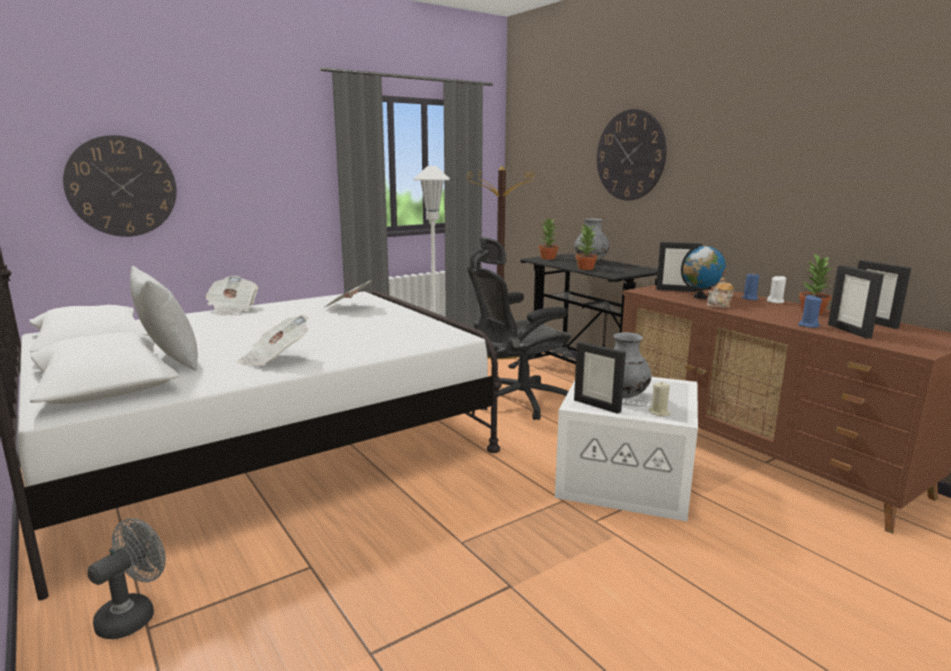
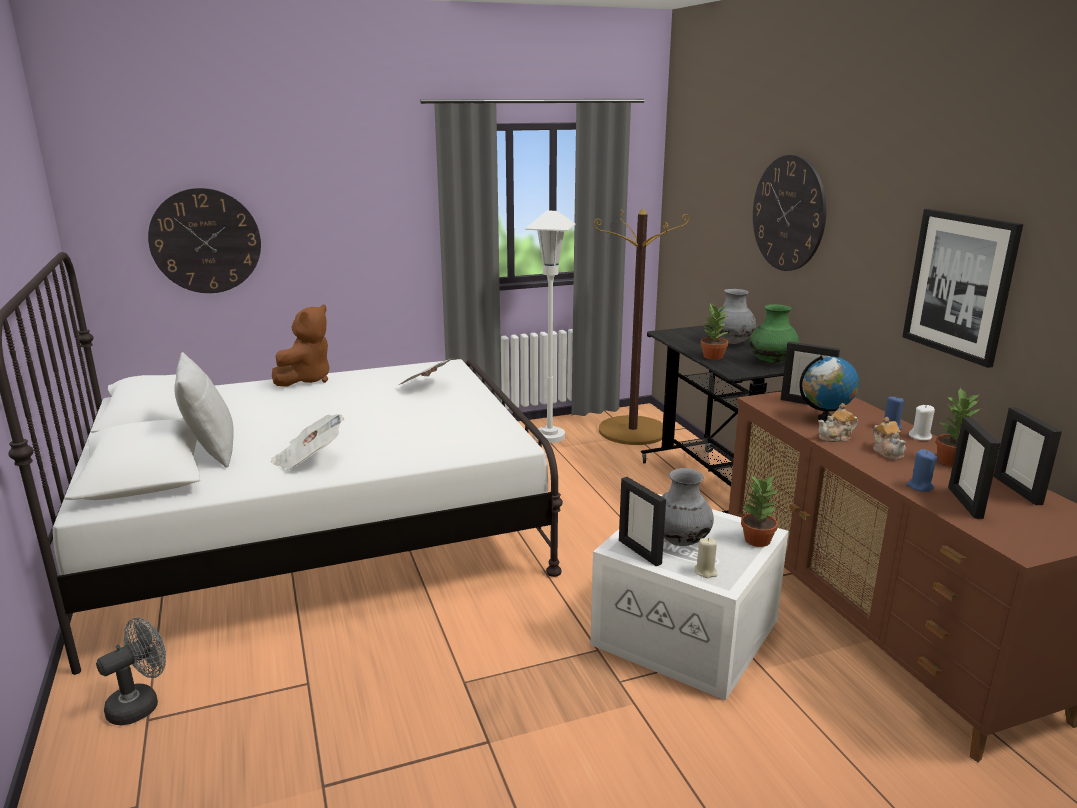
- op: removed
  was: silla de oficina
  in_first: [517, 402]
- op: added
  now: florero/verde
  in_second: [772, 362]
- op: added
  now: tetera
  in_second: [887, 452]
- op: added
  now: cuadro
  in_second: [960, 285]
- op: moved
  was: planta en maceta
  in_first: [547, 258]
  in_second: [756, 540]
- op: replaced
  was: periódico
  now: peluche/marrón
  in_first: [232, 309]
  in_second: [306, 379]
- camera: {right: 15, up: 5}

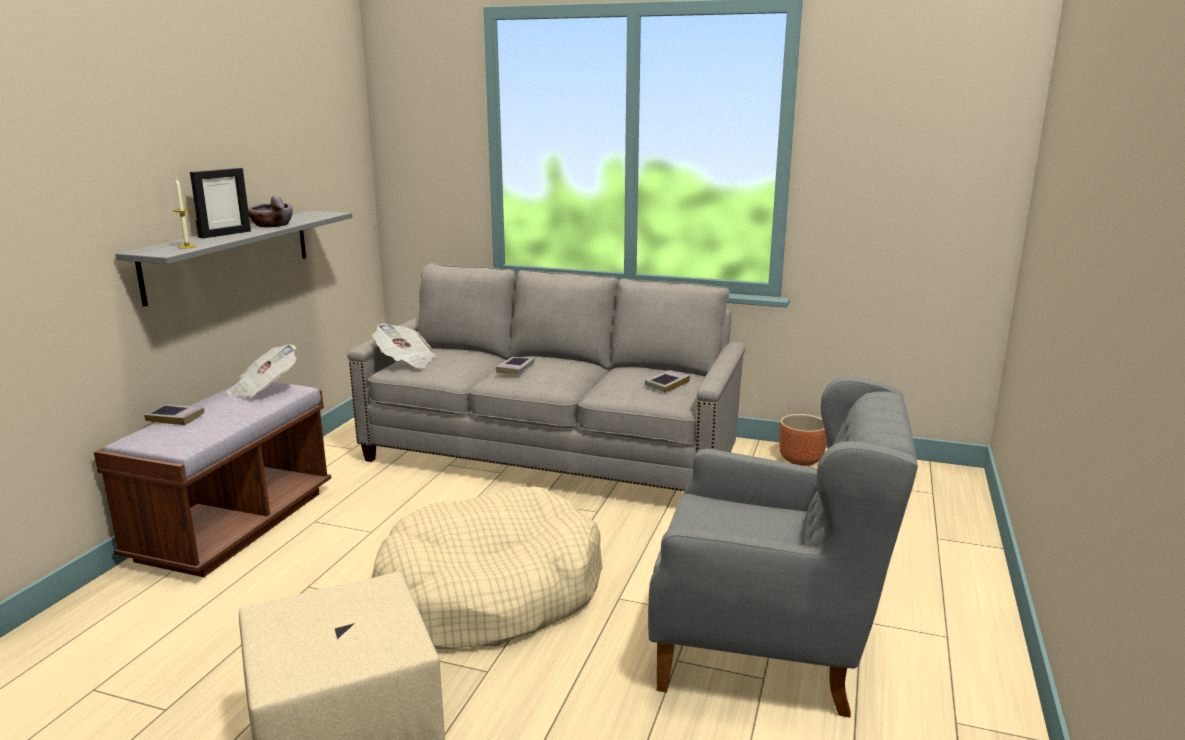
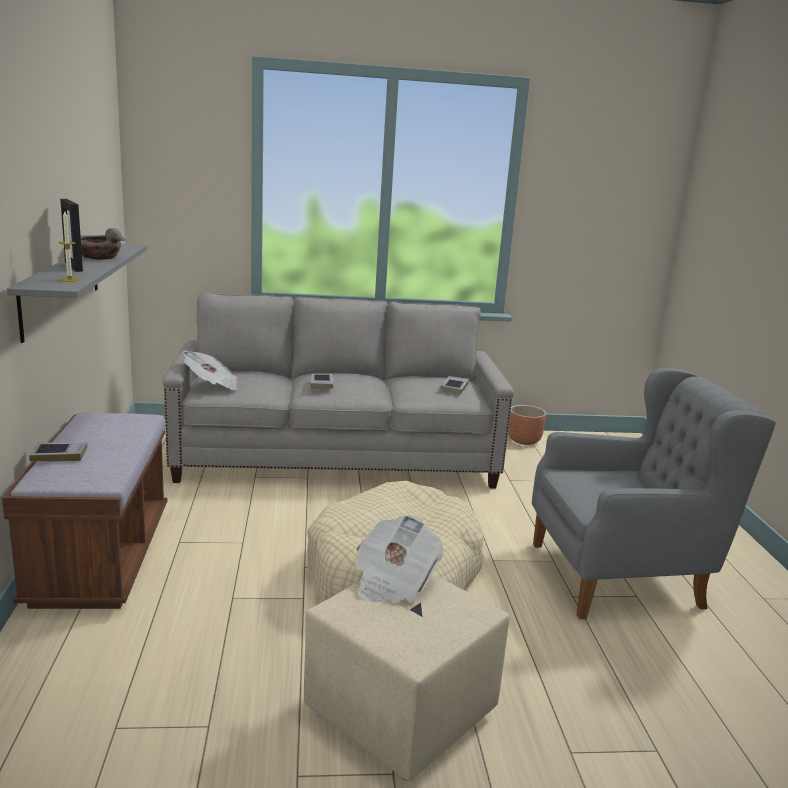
- op: moved
  was: periódico
  in_first: [264, 389]
  in_second: [393, 581]
- op: turned
  was: portarretratos
  in_first: [225, 234]
  in_second: [75, 267]
  clockwise: 135
- camera: {right: -25, up: 0}

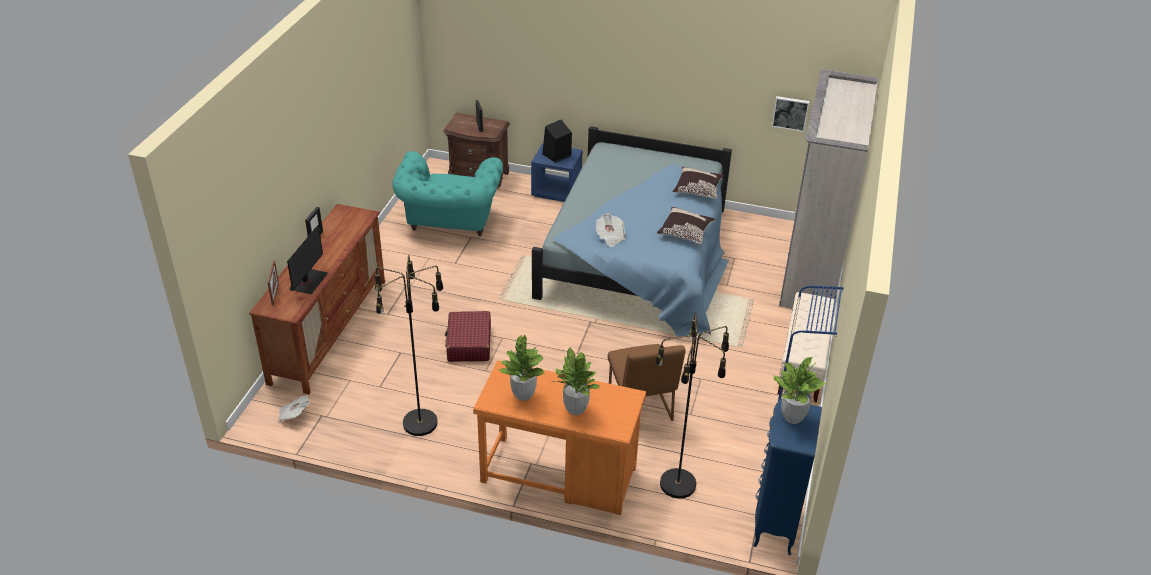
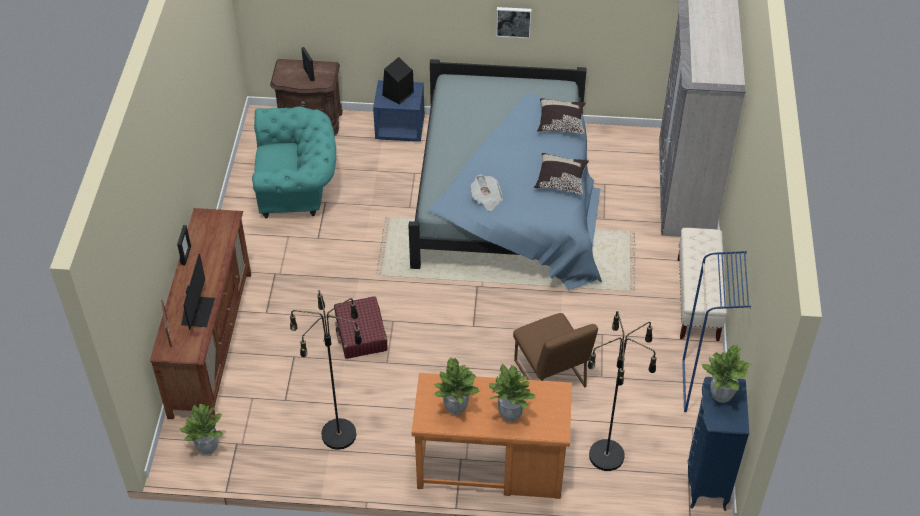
- op: moved
  was: cuadro
  in_first: [790, 113]
  in_second: [513, 21]
- op: replaced
  was: periódico
  now: planta en maceta
  in_first: [294, 414]
  in_second: [208, 447]
- op: turned
  was: sillón/turquesa
  in_first: [449, 224]
  in_second: [297, 190]
  clockwise: -90
- camera: {right: -10, up: 10}

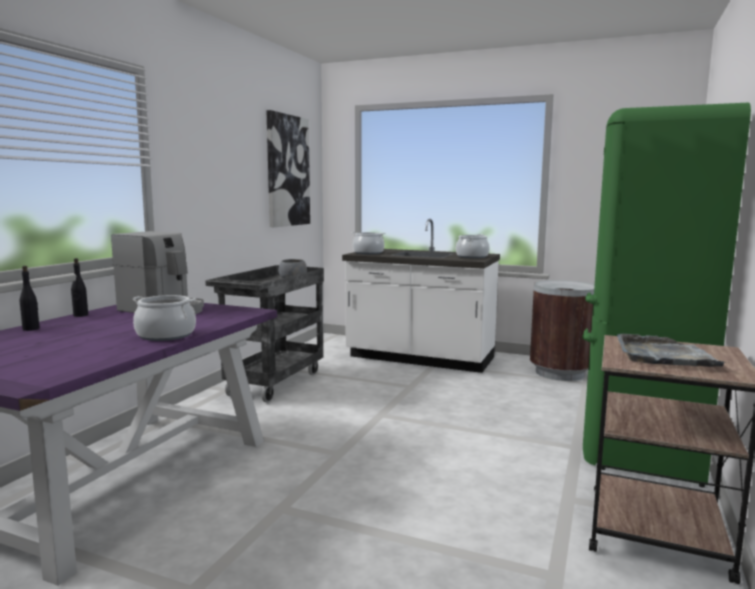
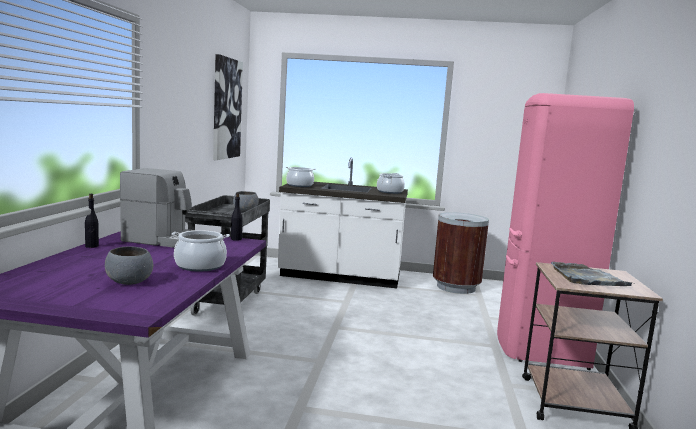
- op: added
  now: cuenco/gris
  in_second: [129, 282]
- op: moved
  was: botella/negro
  in_first: [31, 329]
  in_second: [236, 239]
- op: recoloured
  was: nevera/verde
  now: nevera/rosa
  in_first: [638, 453]
  in_second: [538, 348]
- camera: {right: -15, up: 0}

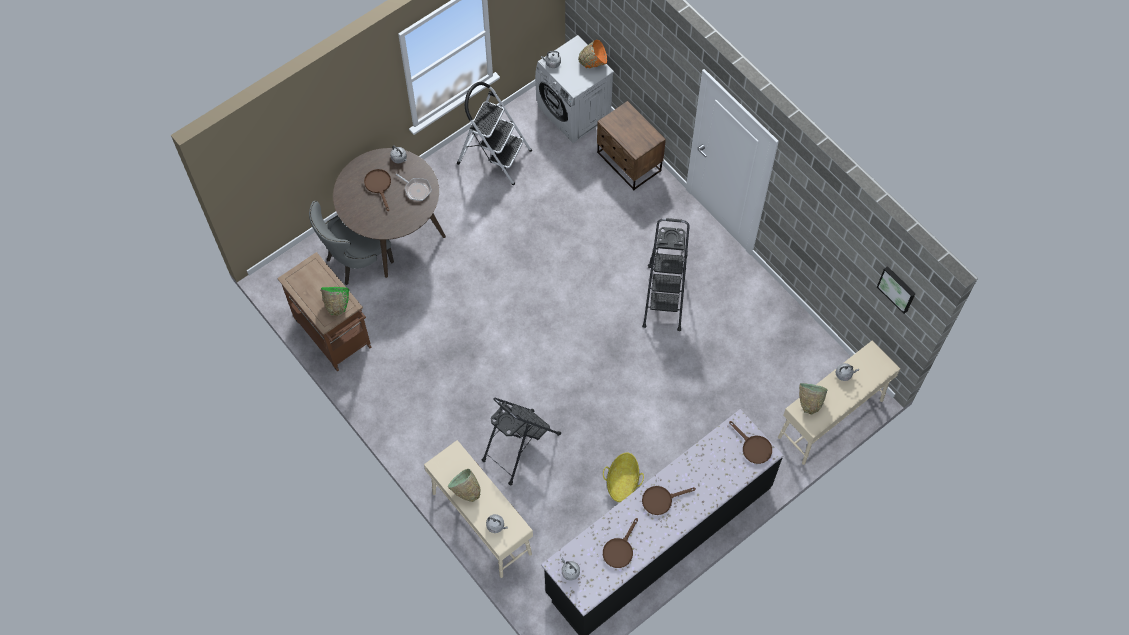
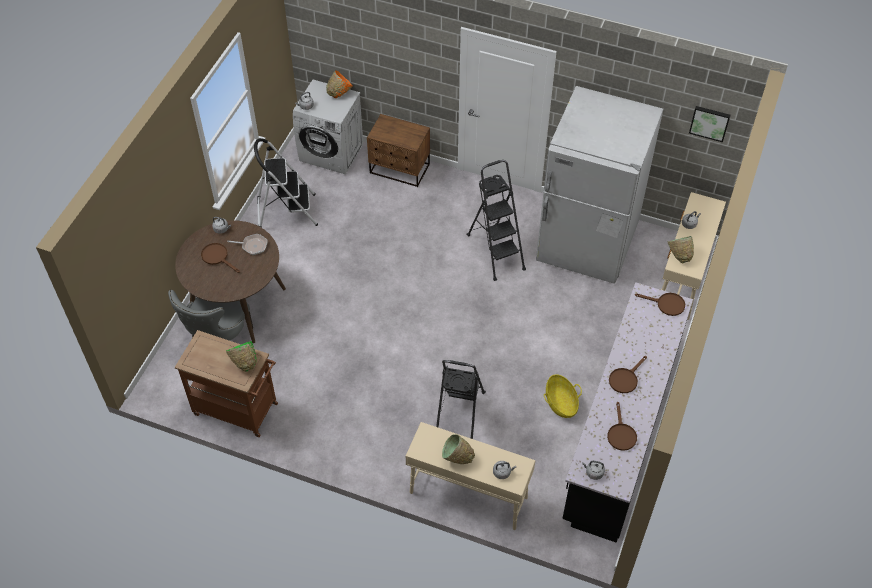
- op: added
  now: nevera/blanco
  in_second: [587, 242]
- camera: {right: -30, up: -10}

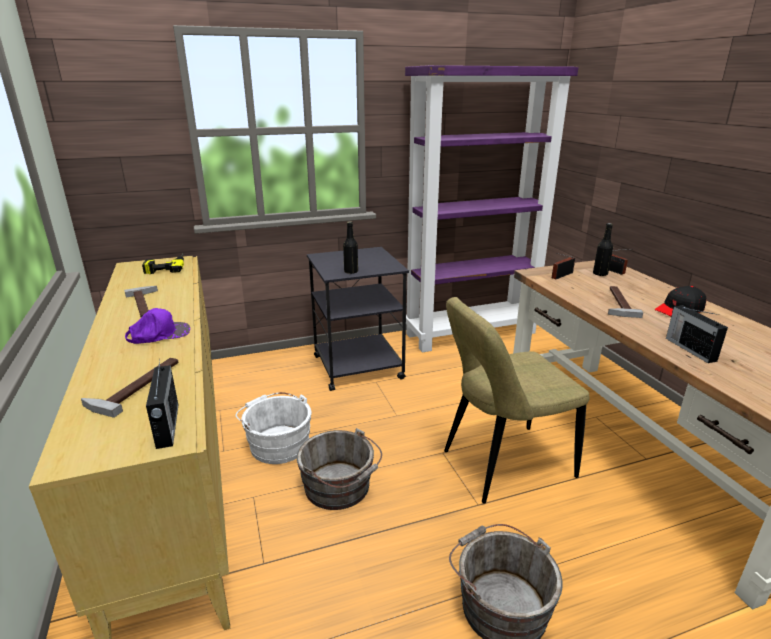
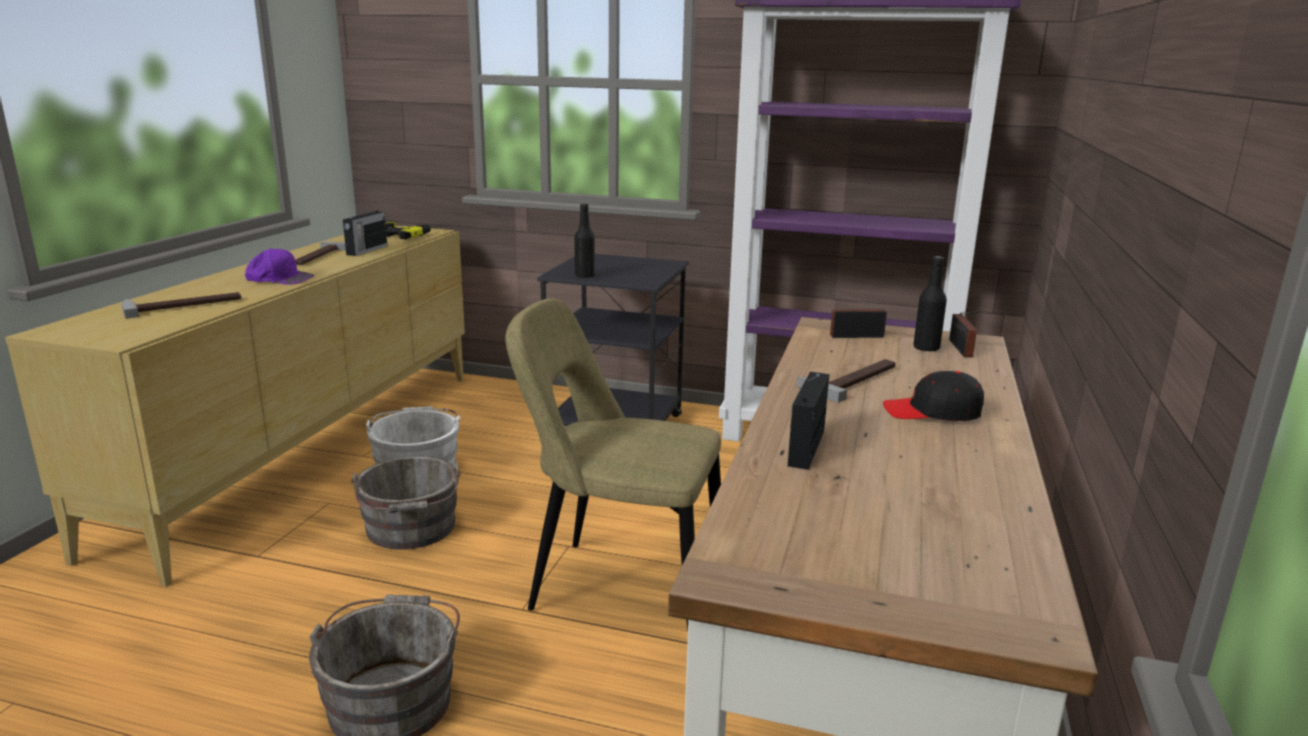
- op: moved
  was: radio
  in_first: [167, 426]
  in_second: [366, 250]
- camera: {right: 35, up: -5}

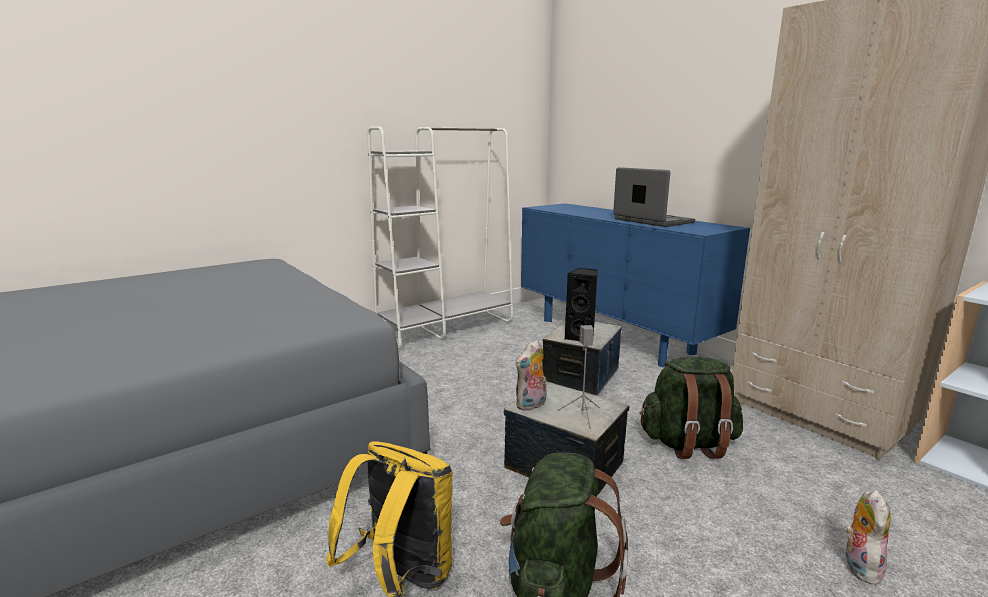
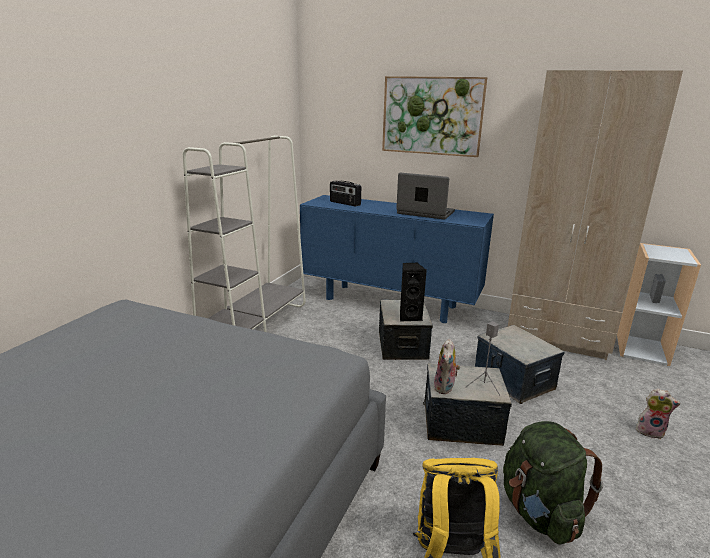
- op: added
  now: radio
  in_second: [344, 203]
- op: added
  now: cuadro
  in_second: [432, 116]
- op: replaced
  was: mochila/verde
  now: caja de almacenaje
  in_first: [688, 444]
  in_second: [513, 380]
- op: turned
  was: peluche
  in_first: [858, 565]
  in_second: [650, 431]
  clockwise: 120
- camera: {right: -30, up: 5}

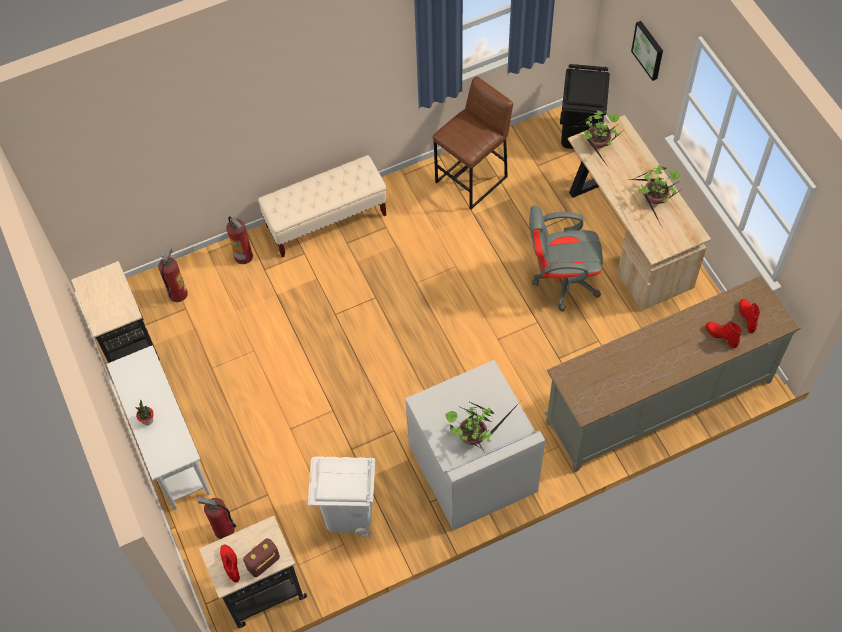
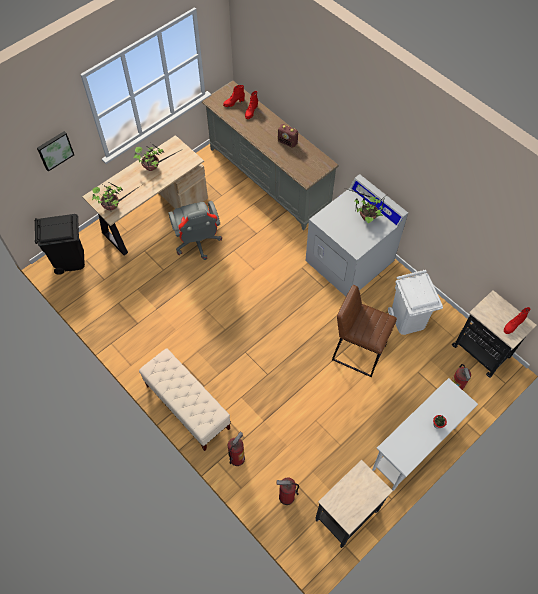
- op: moved
  was: radio
  in_first: [263, 563]
  in_second: [287, 142]
- op: moved
  was: taburete/marrón
  in_first: [472, 179]
  in_second: [358, 352]
- camera: {right: -110, up: 0}

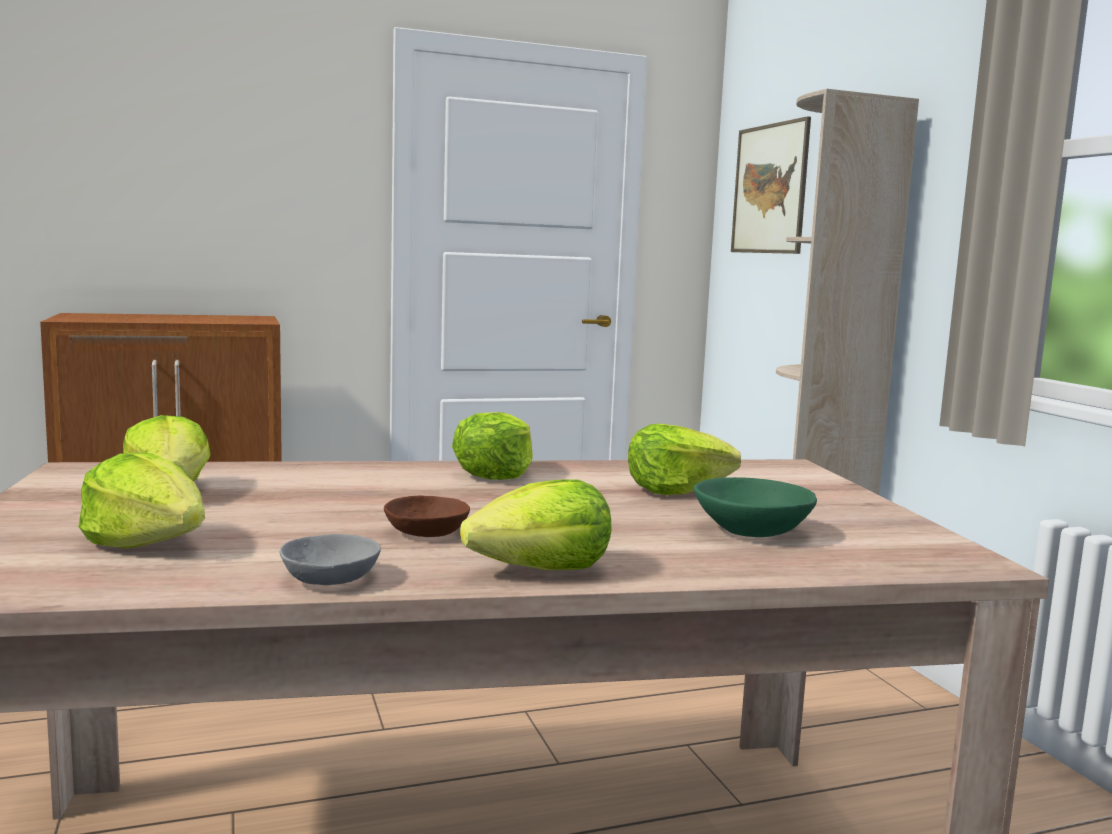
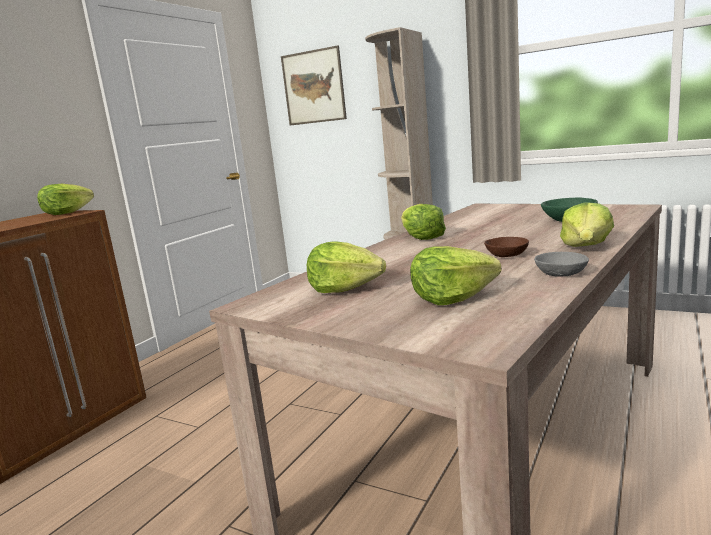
- op: moved
  was: lechuga
  in_first: [675, 490]
  in_second: [67, 213]
- camera: {right: -40, up: 5}

